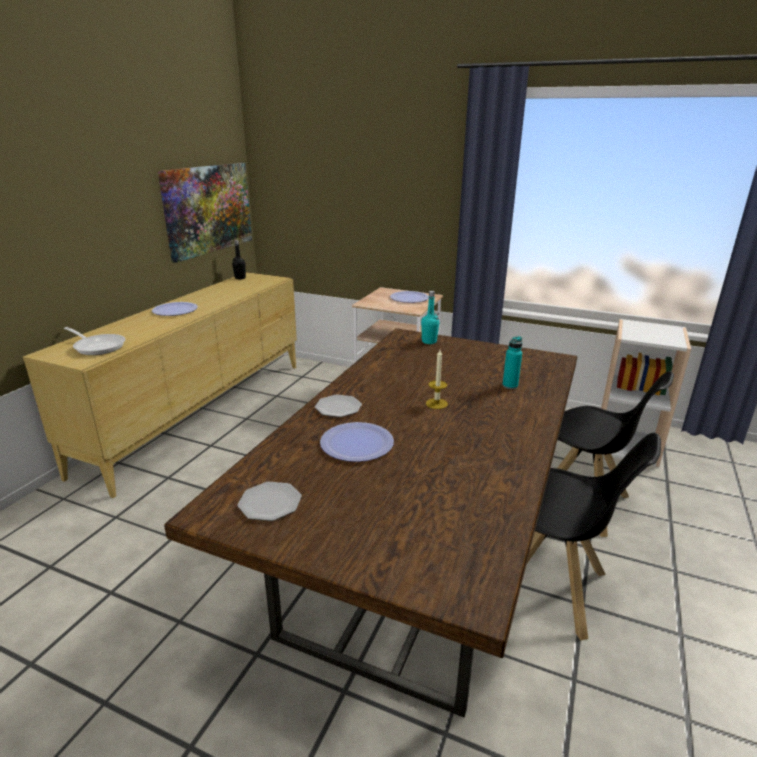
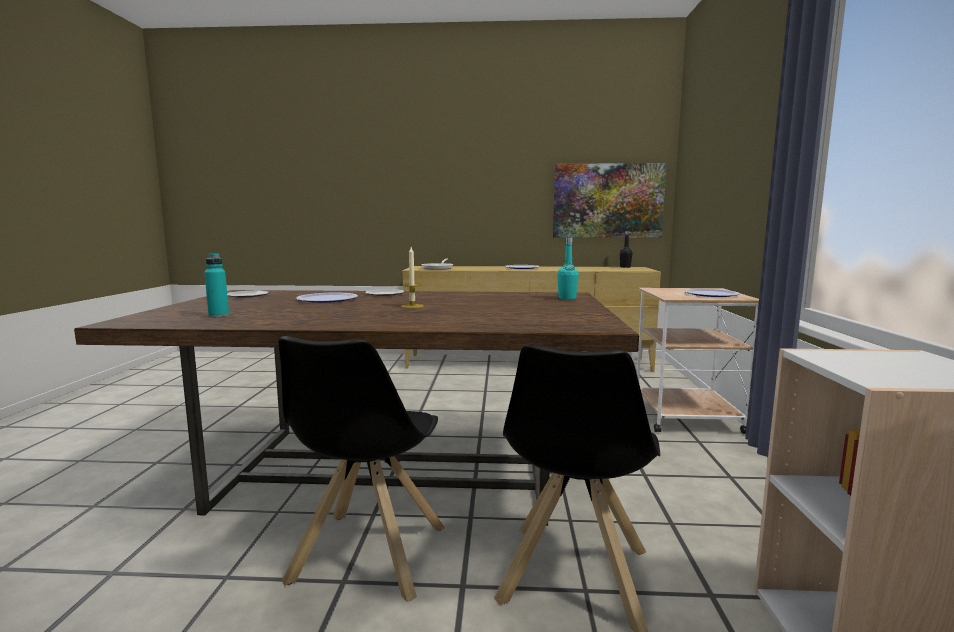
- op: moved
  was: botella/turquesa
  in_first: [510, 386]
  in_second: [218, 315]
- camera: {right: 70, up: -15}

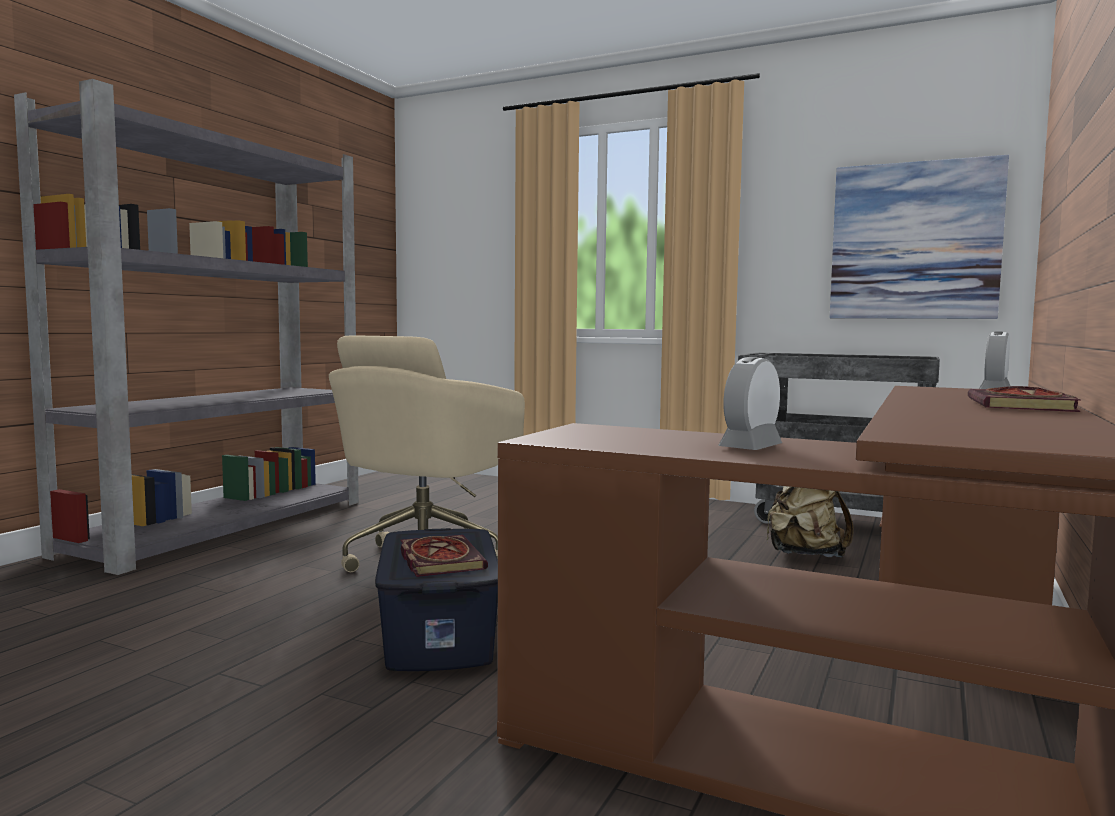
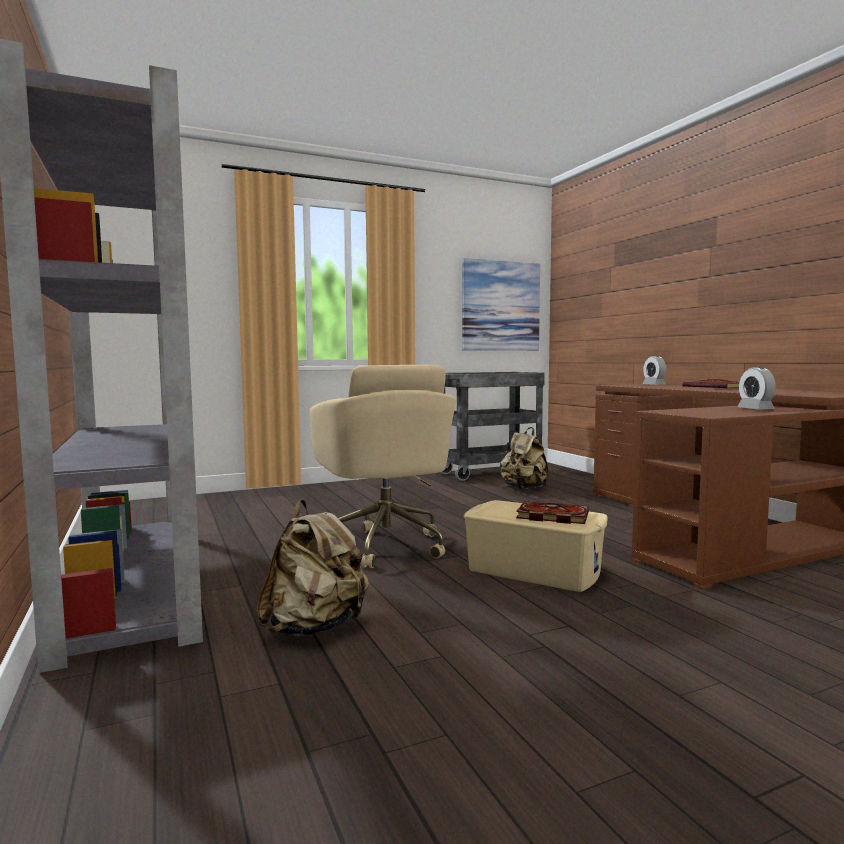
- op: added
  now: mochila/beis
  in_second: [315, 628]
- op: recoloured
  was: caja de almacenaje/azul
  now: caja de almacenaje/beis
  in_first: [440, 632]
  in_second: [534, 570]
- camera: {right: -50, up: 0}

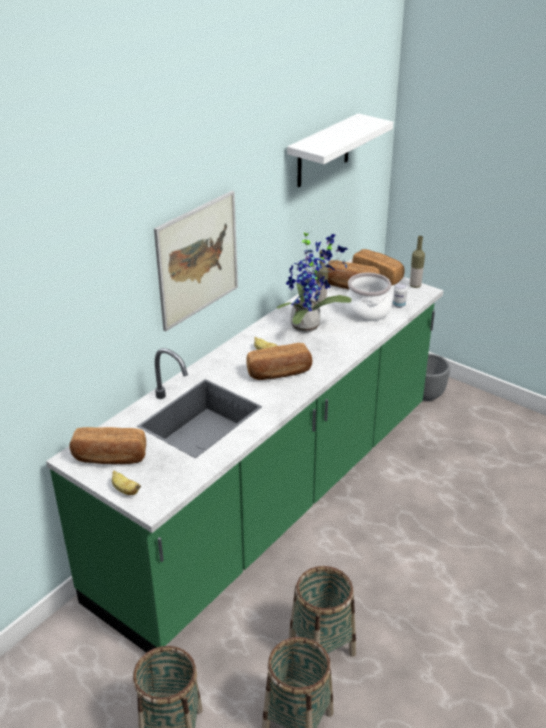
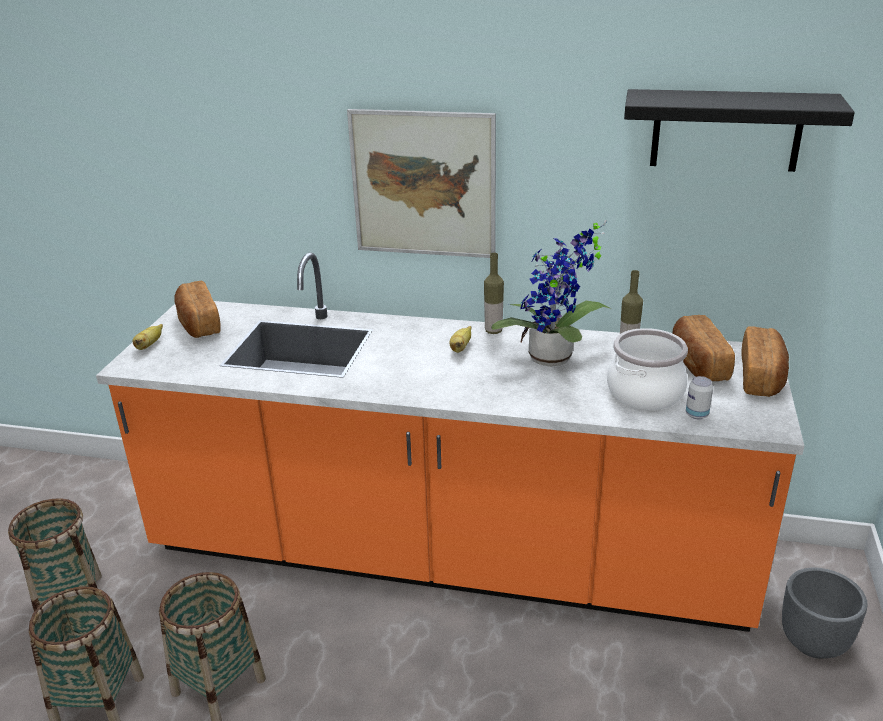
- op: removed
  was: pan
  in_first: [279, 373]
- op: moved
  was: botella
  in_first: [415, 285]
  in_second: [493, 331]
- op: recoloured
  was: mueble bajo de cocina/verde
  now: mueble bajo de cocina/naranja
  in_first: [273, 498]
  in_second: [447, 556]
- op: recoloured
  was: estante/blanco
  now: estante/negro
  in_first: [323, 151]
  in_second: [726, 130]
- camera: {right: 65, up: -5}

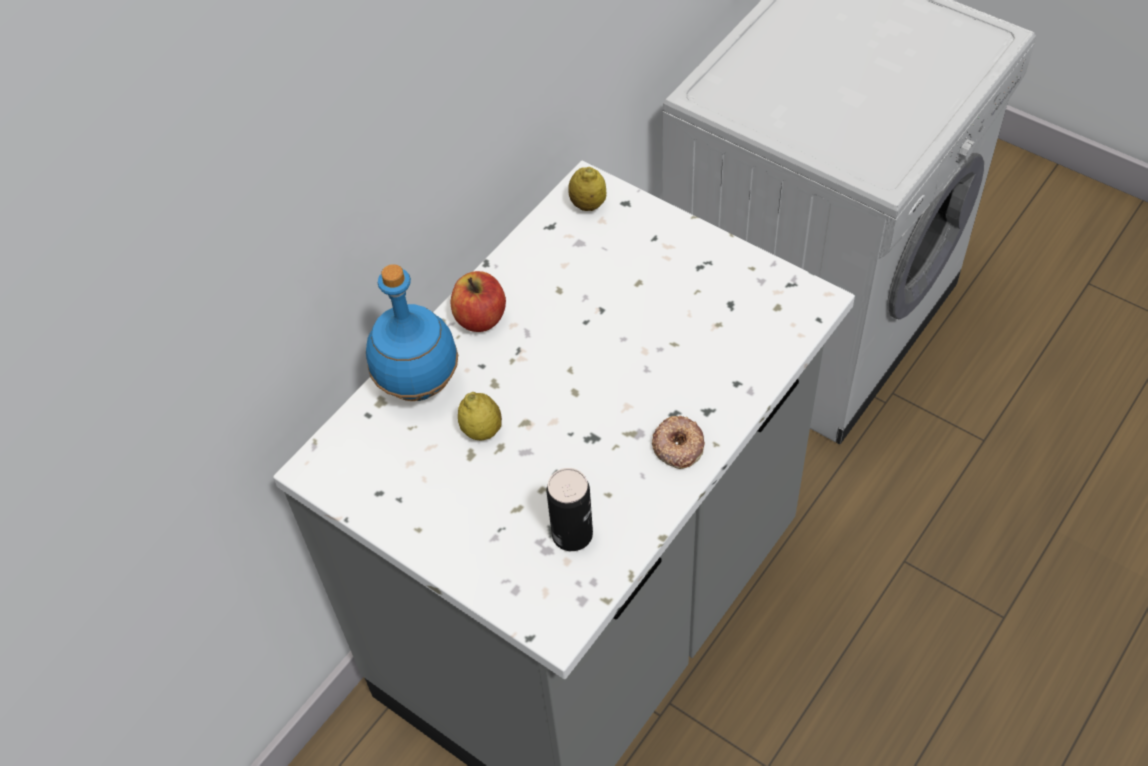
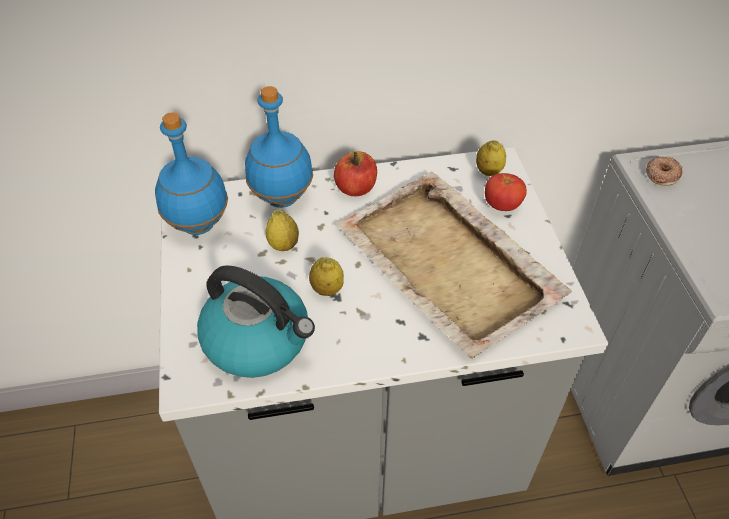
- op: added
  now: botella/azul
  in_second: [199, 224]
- op: added
  now: limón
  in_second: [327, 289]
- op: added
  now: bandeja/beis
  in_second: [448, 264]
- op: added
  now: tomate
  in_second: [502, 205]
- op: moved
  was: rosquilla
  in_first: [678, 445]
  in_second: [662, 174]
- op: replaced
  was: lata
  now: hervidor
  in_first: [572, 534]
  in_second: [259, 340]
- camera: {right: 40, up: -5}

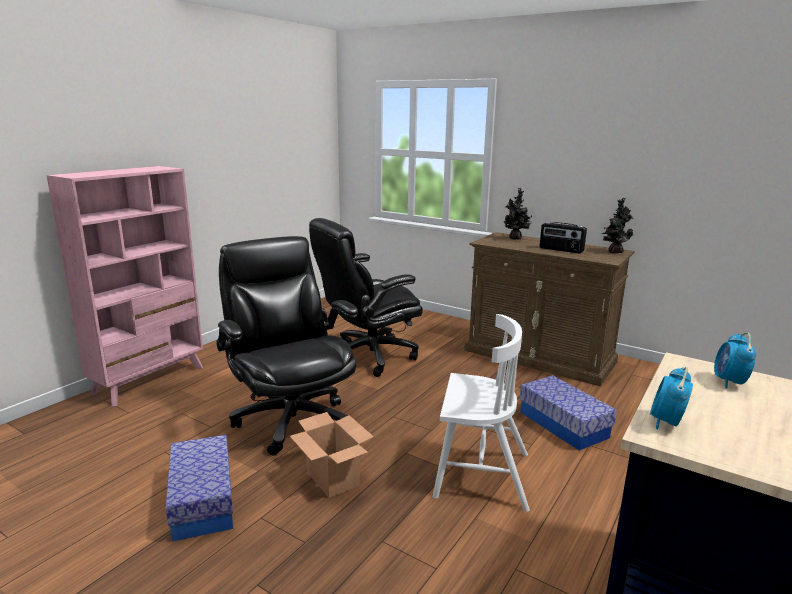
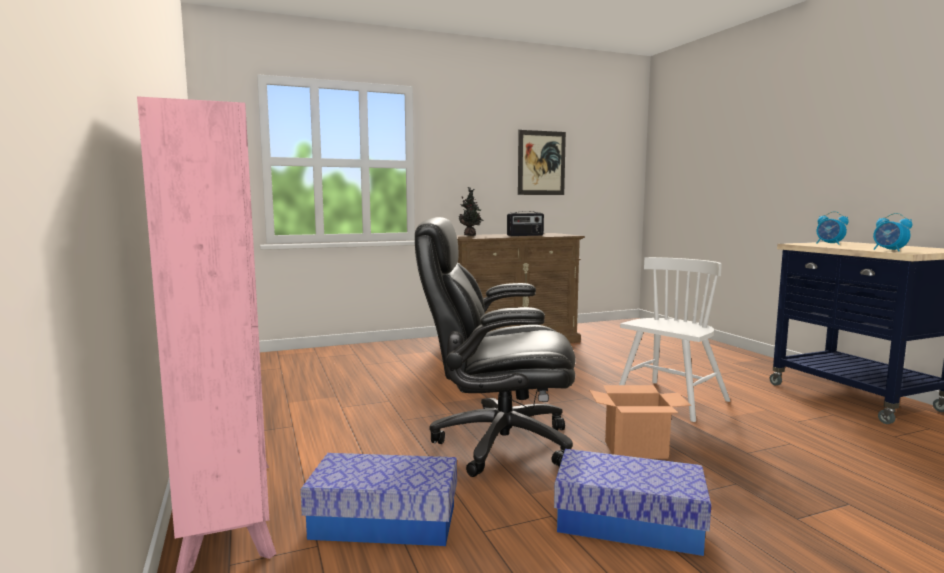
- op: removed
  was: silla de oficina/negro
  in_first: [367, 356]
- op: removed
  was: planta en maceta
  in_first: [614, 252]
- op: added
  now: cuadro
  in_second: [541, 163]
- op: moved
  was: caja de almacenaje
  in_first: [563, 424]
  in_second: [384, 521]
- camera: {right: -55, up: -10}

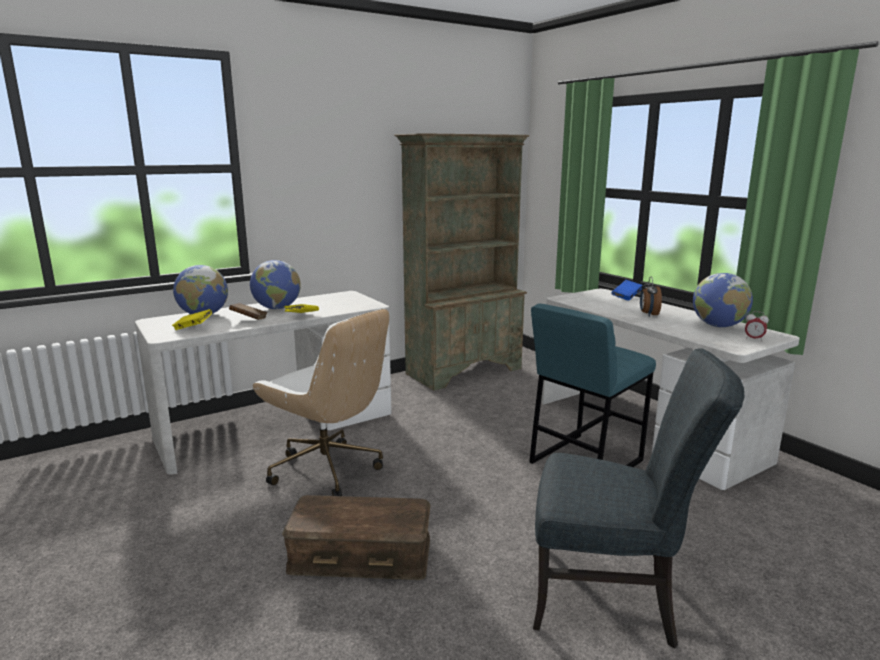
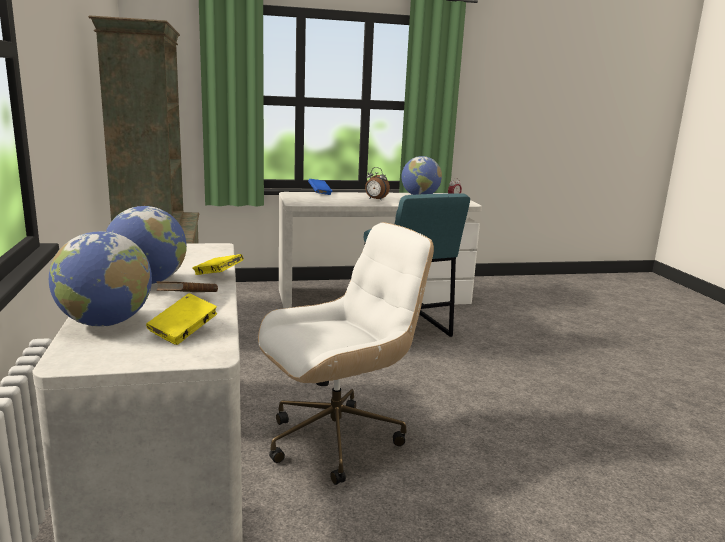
- op: removed
  was: caja de almacenaje/marrón
  in_first: [361, 554]
- op: removed
  was: silla/gris
  in_first: [614, 597]
- camera: {right: -70, up: 0}

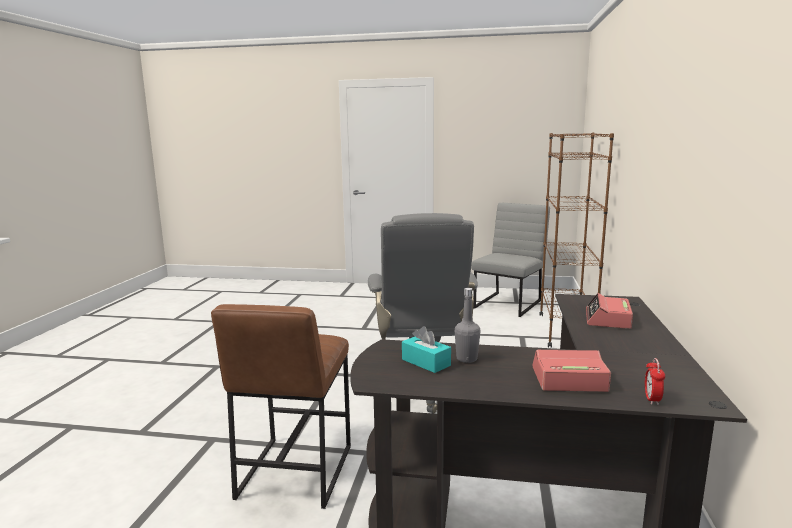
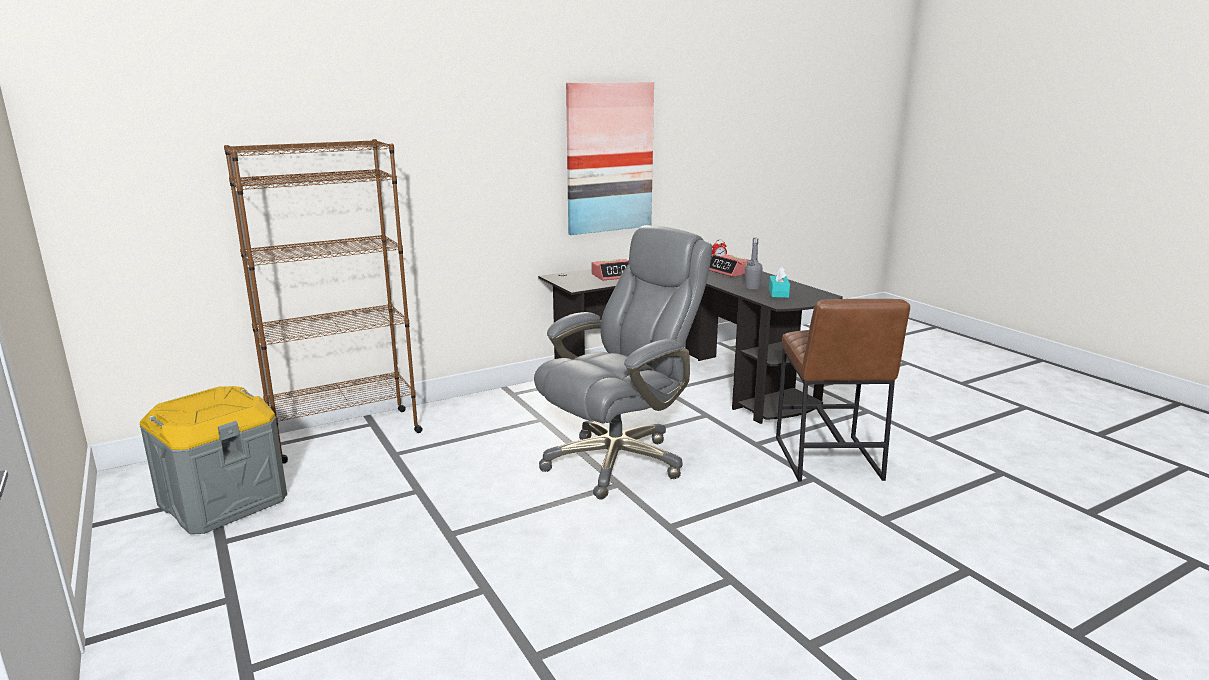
- op: added
  now: cuadro
  in_second: [609, 158]
- op: replaced
  was: silla/gris
  now: caja de almacenaje/gris
  in_first: [509, 303]
  in_second: [223, 501]
- op: turned
  was: silla/marrón
  in_first: [295, 472]
  in_second: [828, 459]
  clockwise: 120
- camera: {right: -130, up: 5}

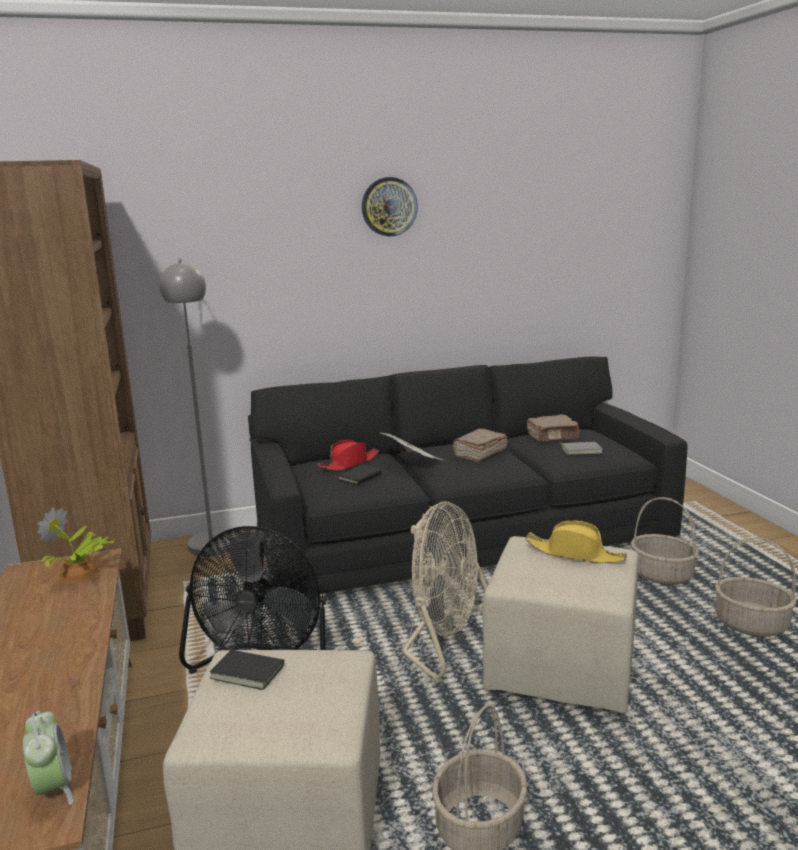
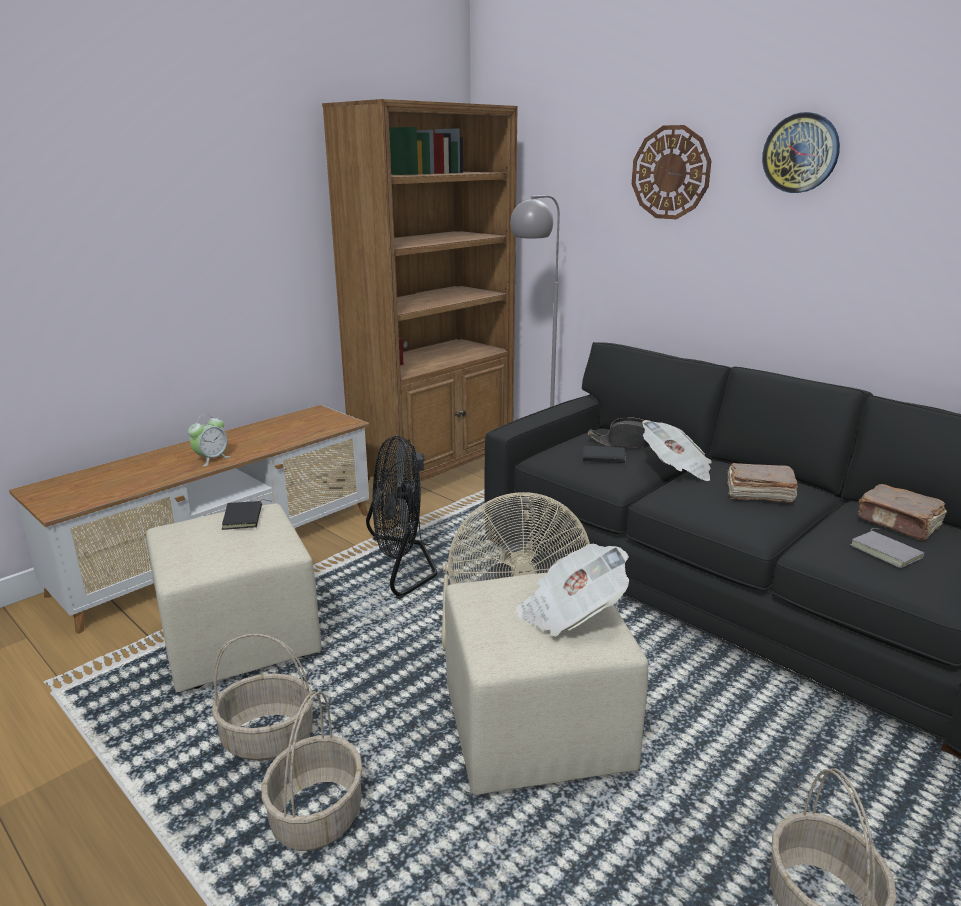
- op: removed
  was: planta en maceta
  in_first: [79, 575]
- op: added
  now: reloj de pared
  in_second: [670, 172]
- op: moved
  was: despertador
  in_first: [53, 789]
  in_second: [211, 459]
- op: moved
  was: cesta
  in_first: [661, 575]
  in_second: [316, 815]
- op: replaced
  was: sombrero/amarillo
  now: periódico
  in_first: [575, 553]
  in_second: [570, 613]
- op: recoloured
  was: sombrero/rojo
  now: sombrero/negro
  in_first: [349, 463]
  in_second: [629, 444]
- camera: {right: 60, up: 5}

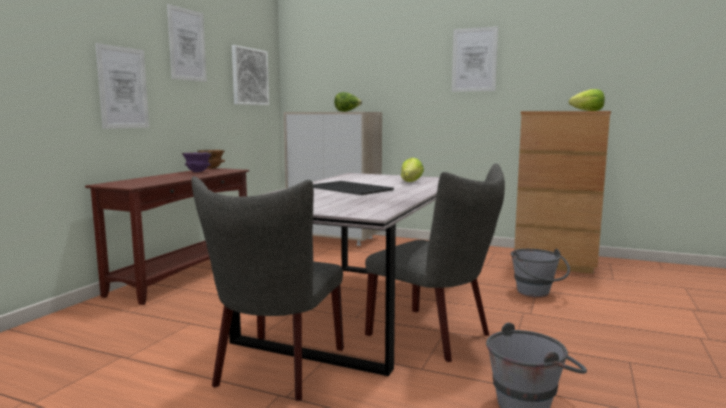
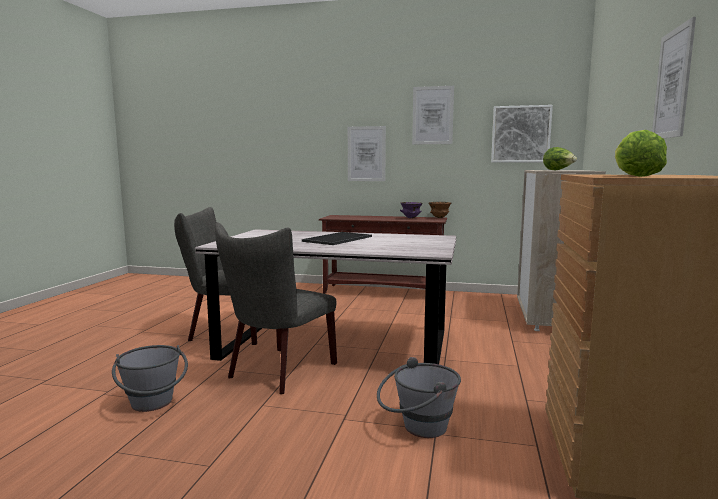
- op: removed
  was: lechuga
  in_first: [411, 182]
- camera: {right: 80, up: 0}

